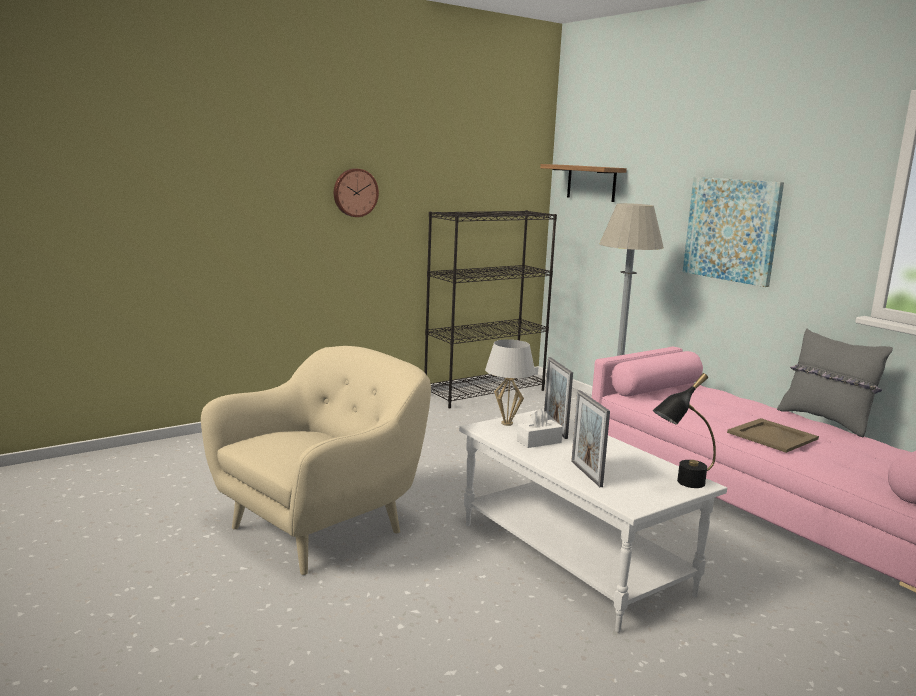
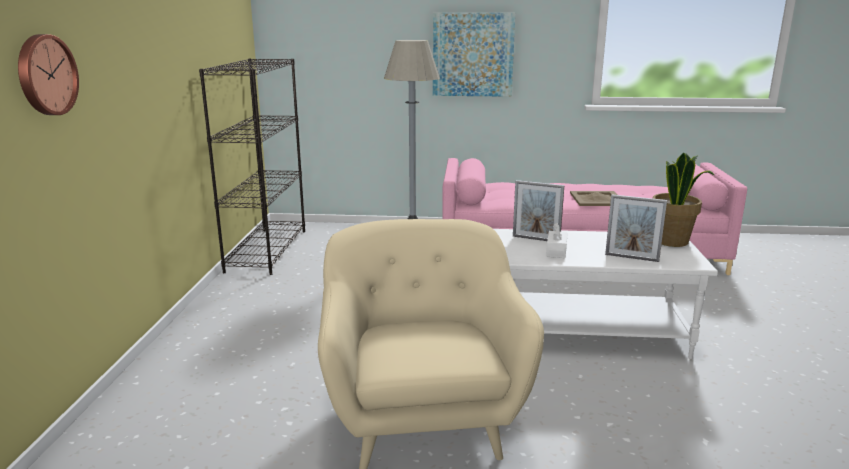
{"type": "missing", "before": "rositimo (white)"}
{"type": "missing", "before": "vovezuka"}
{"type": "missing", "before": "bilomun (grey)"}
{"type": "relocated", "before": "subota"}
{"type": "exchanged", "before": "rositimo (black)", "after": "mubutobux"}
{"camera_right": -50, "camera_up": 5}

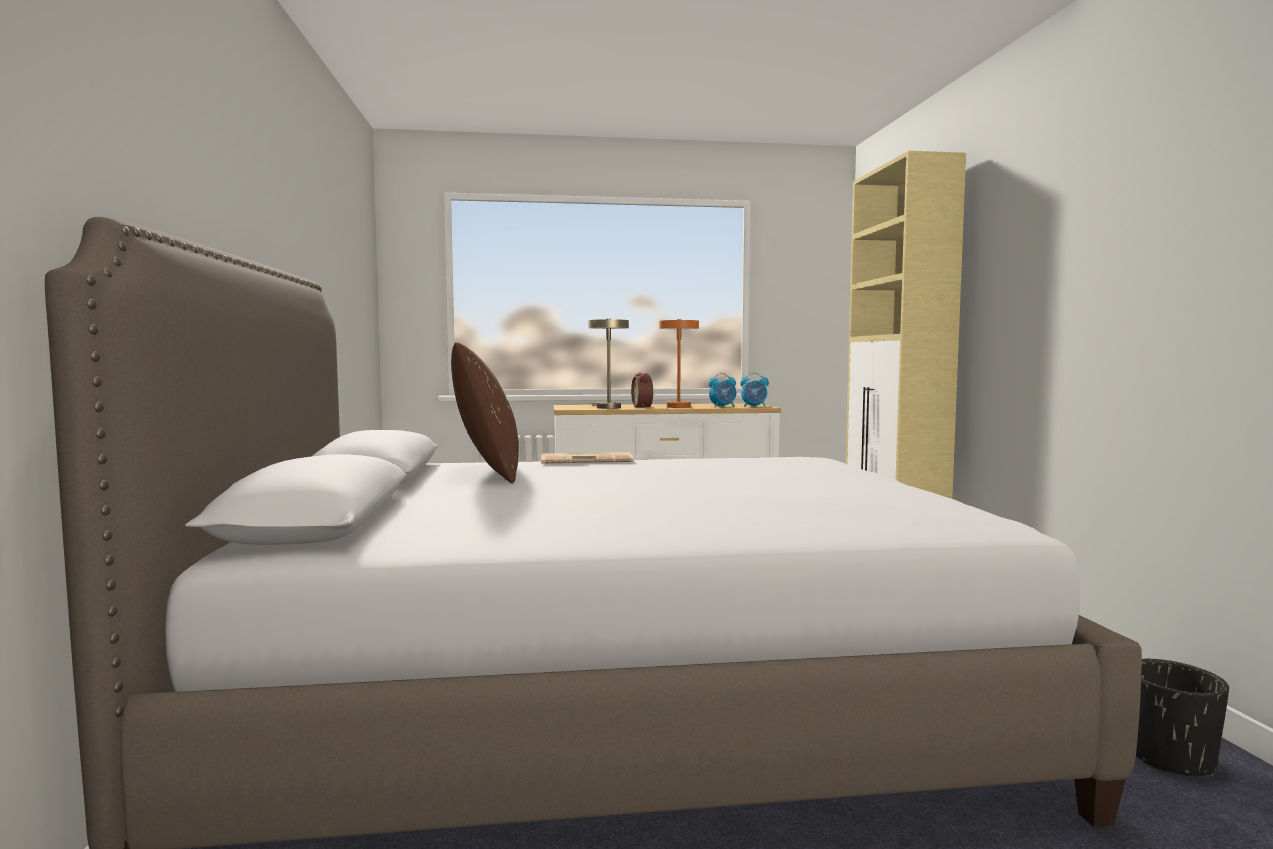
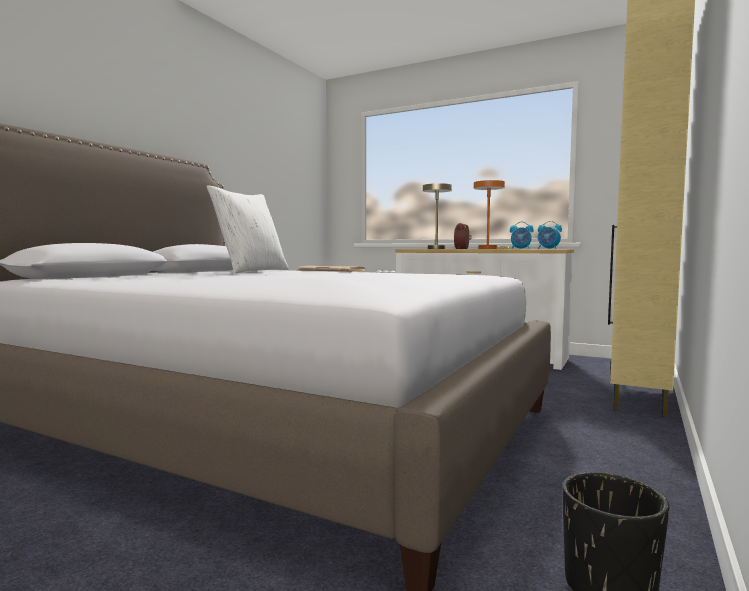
{"type": "colour", "before": "bilomun (brown)", "after": "bilomun (white)"}
{"camera_right": 35, "camera_up": 0}

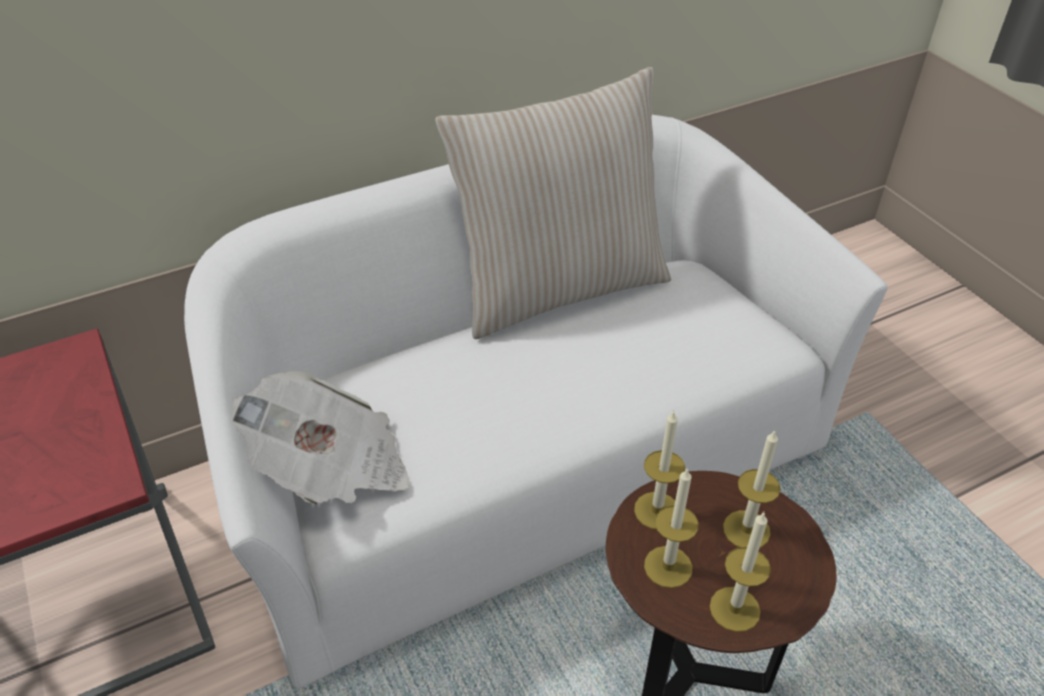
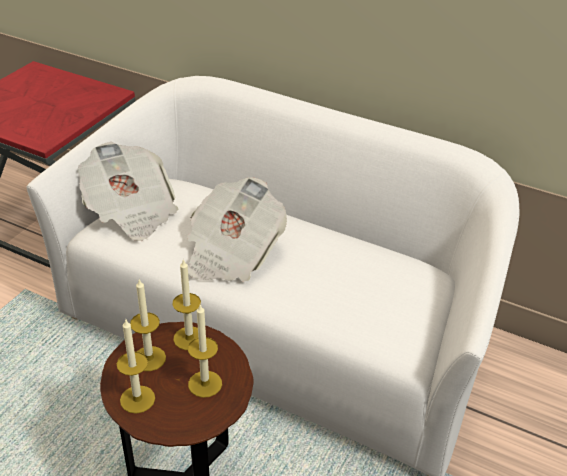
{"type": "missing", "before": "bilomun (beige)"}
{"type": "appeared", "after": "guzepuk (no. 2 from left)"}
{"camera_right": 55, "camera_up": -5}

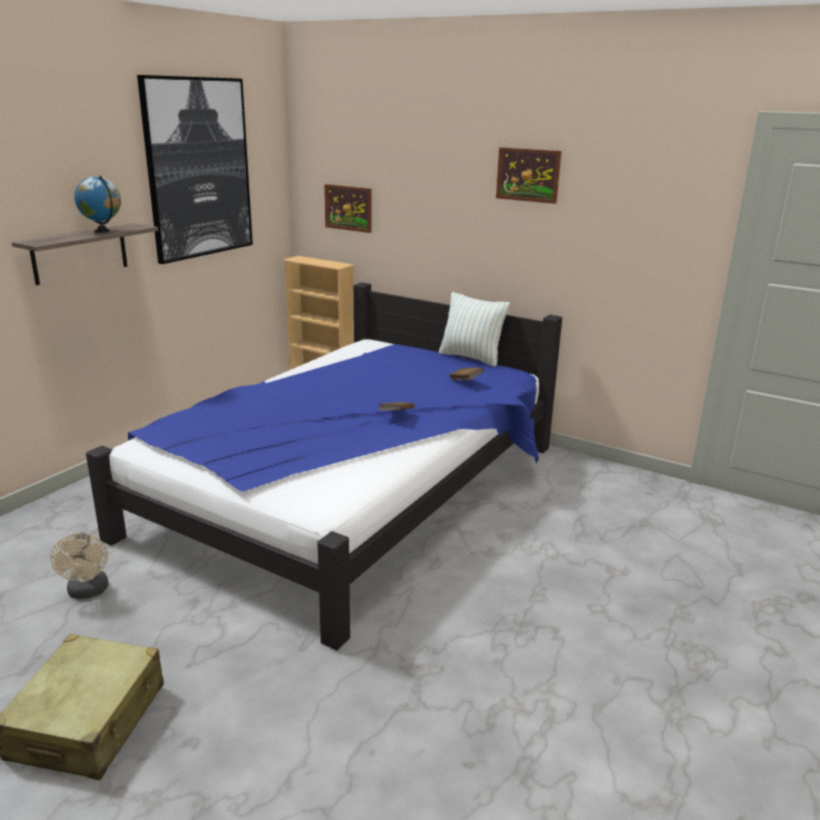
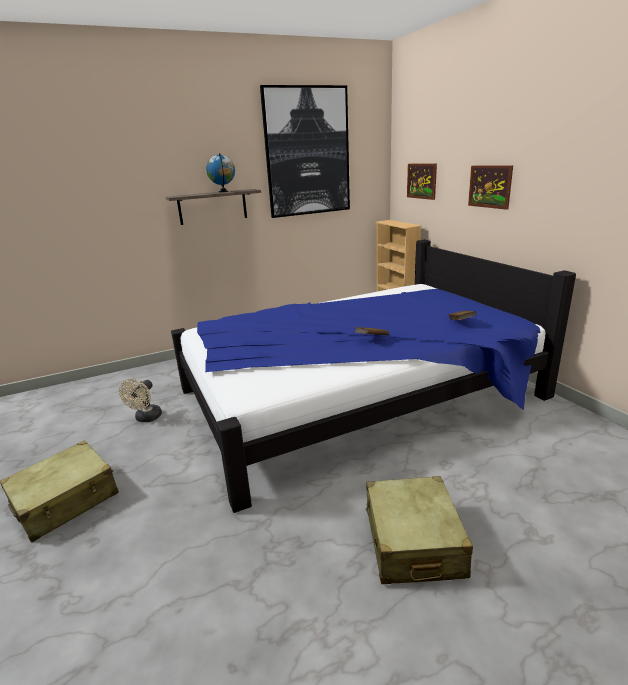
{"type": "missing", "before": "bilomun"}
{"type": "appeared", "after": "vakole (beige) (no. 2 from left)"}
{"type": "relocated", "before": "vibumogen (no. 3 from left)"}
{"camera_right": 35, "camera_up": 0}

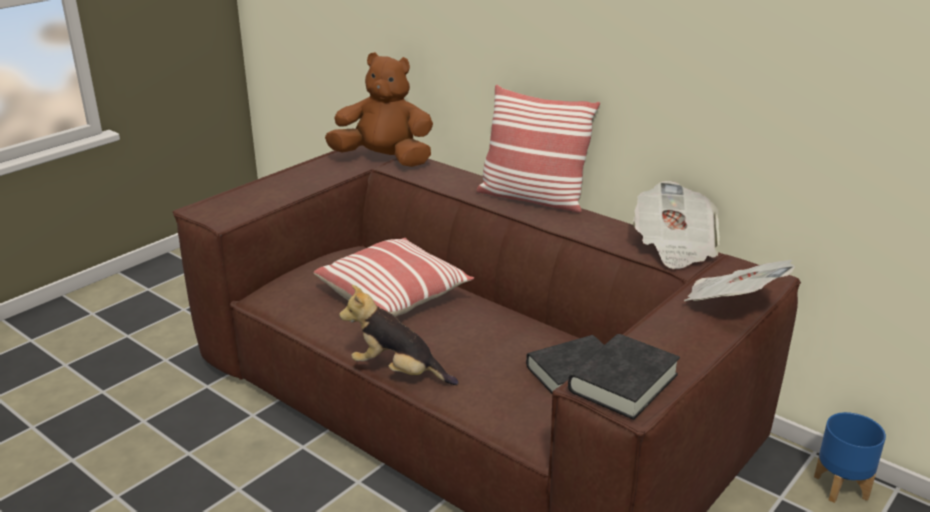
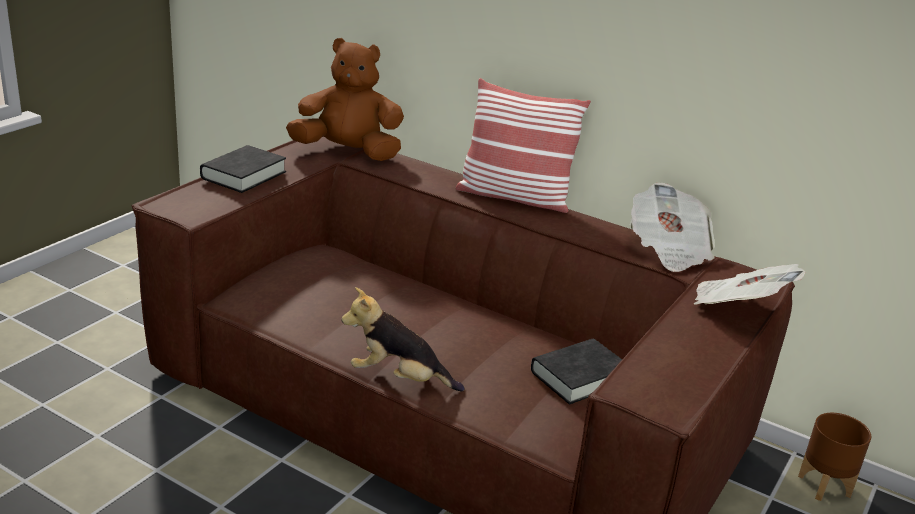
{"type": "missing", "before": "bilomun (no. 1 from left)"}
{"type": "relocated", "before": "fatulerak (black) (no. 2 from left in the first image)", "after": "fatulerak (black) (no. 1 from left)"}
{"type": "colour", "before": "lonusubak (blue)", "after": "lonusubak (brown)"}
{"camera_right": -10, "camera_up": 0}

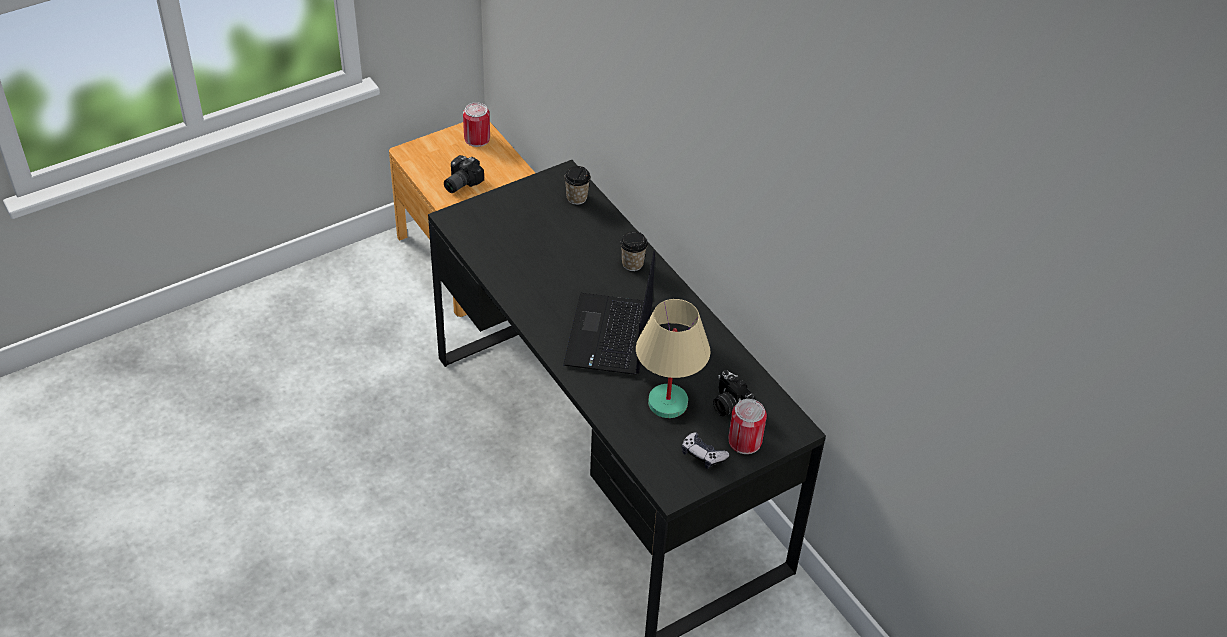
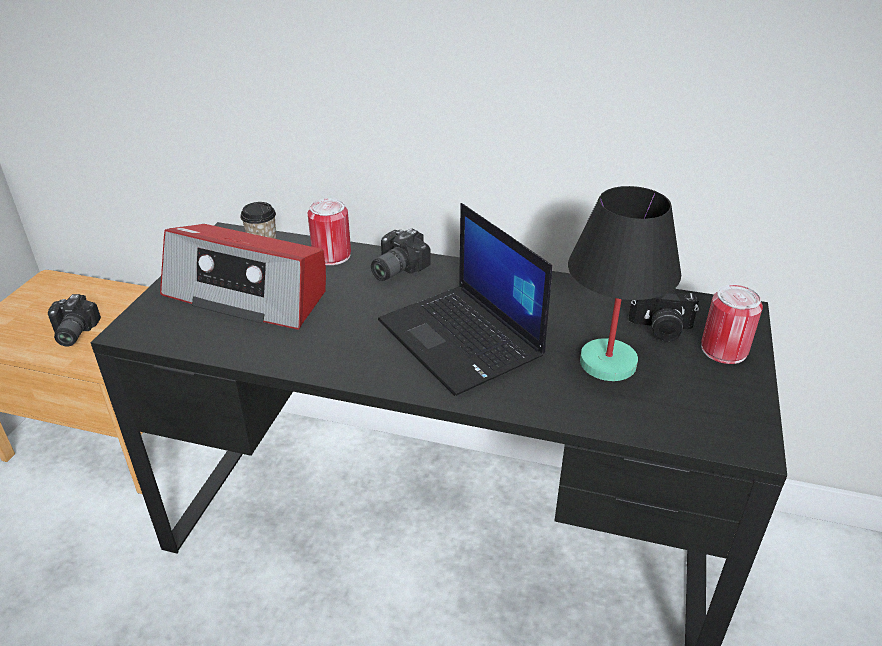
{"type": "missing", "before": "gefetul"}
{"type": "appeared", "after": "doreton"}
{"type": "relocated", "before": "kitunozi (no. 1 from left)"}
{"type": "exchanged", "before": "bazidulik (no. 2 from left)", "after": "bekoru (no. 2 from left)"}
{"type": "colour", "before": "rositimo (beige)", "after": "rositimo (black)"}
{"camera_right": -40, "camera_up": -10}

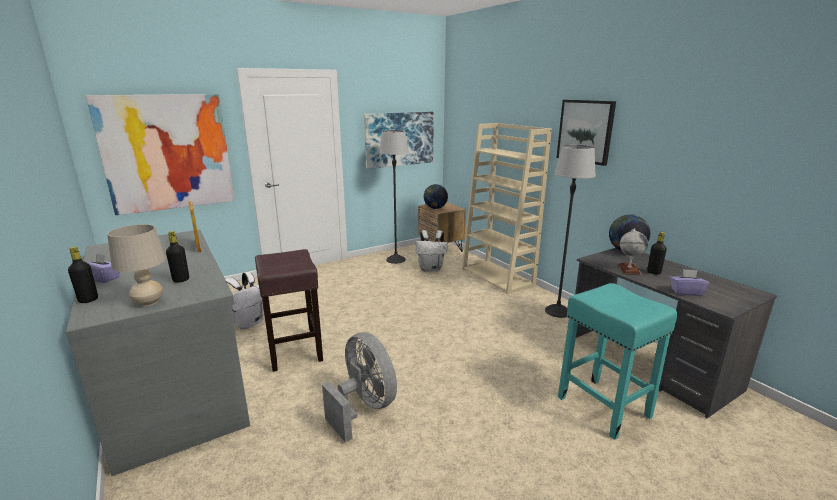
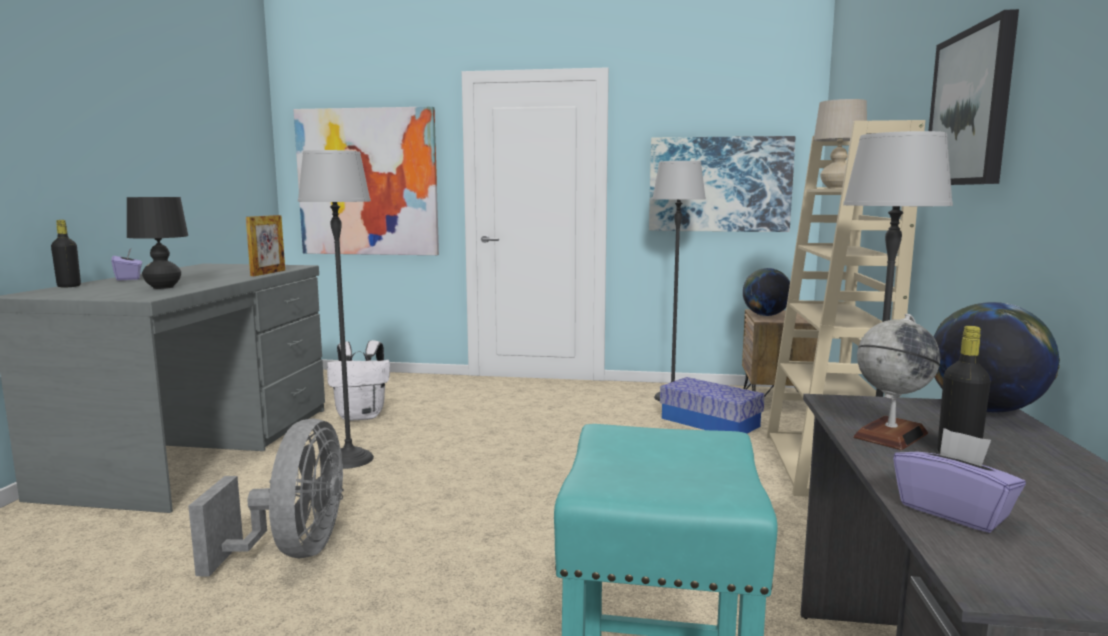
{"type": "relocated", "before": "rositimo (beige)"}
{"type": "exchanged", "before": "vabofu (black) (no. 2 from left)", "after": "rositimo (black)"}
{"type": "exchanged", "before": "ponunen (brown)", "after": "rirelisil (no. 1 from left)"}
{"type": "exchanged", "before": "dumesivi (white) (no. 2 from left)", "after": "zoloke"}
{"camera_right": 40, "camera_up": -10}

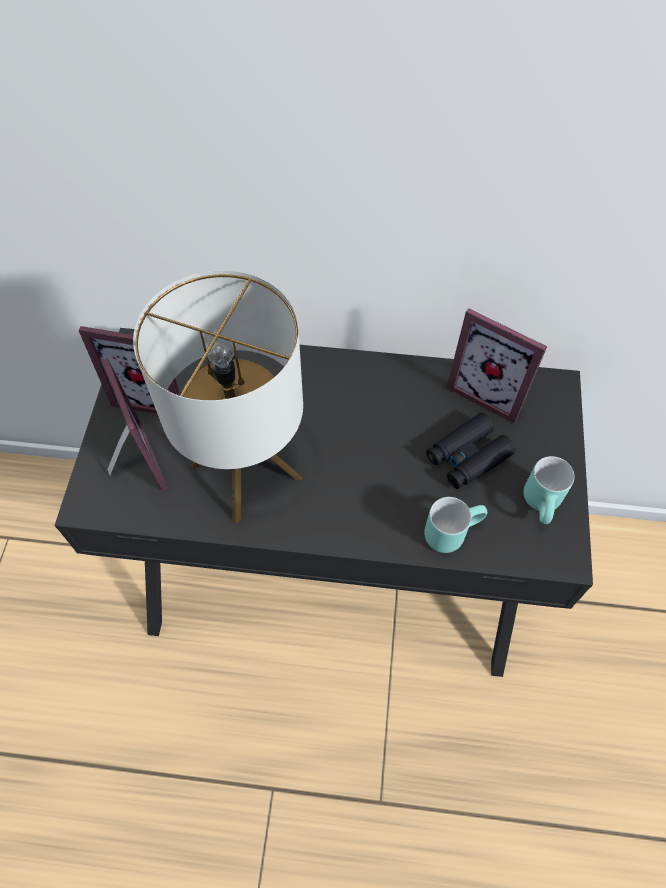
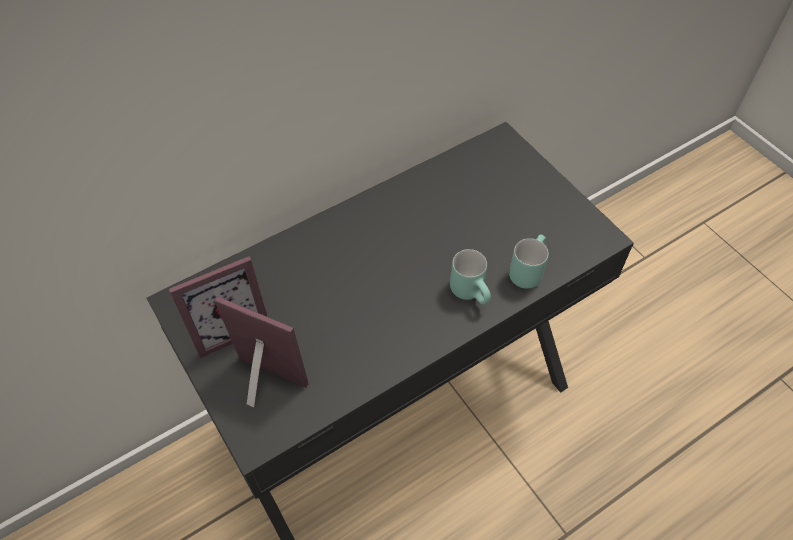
{"type": "missing", "before": "rositimo"}
{"type": "missing", "before": "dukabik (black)"}
{"type": "missing", "before": "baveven (no. 3 from left)"}
{"type": "relocated", "before": "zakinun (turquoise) (no. 2 from left in the first image)", "after": "zakinun (turquoise) (no. 1 from left)"}
{"camera_right": -40, "camera_up": -5}

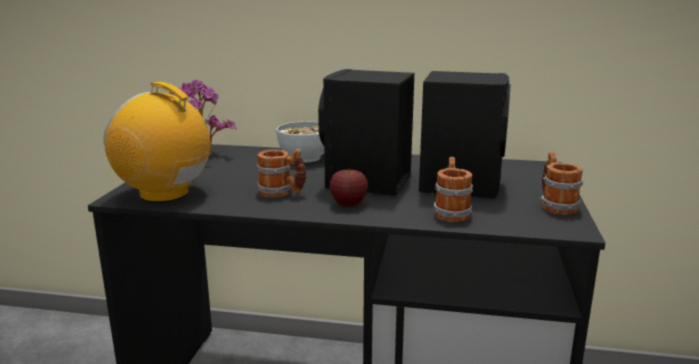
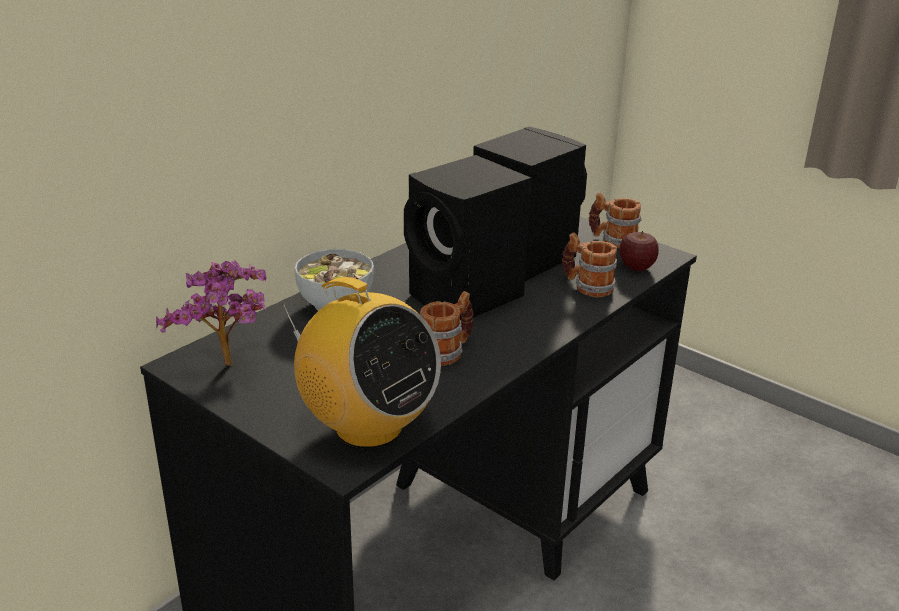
{"type": "relocated", "before": "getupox"}
{"type": "spun", "before": "doreton", "turn": -105}
{"camera_right": -60, "camera_up": 10}

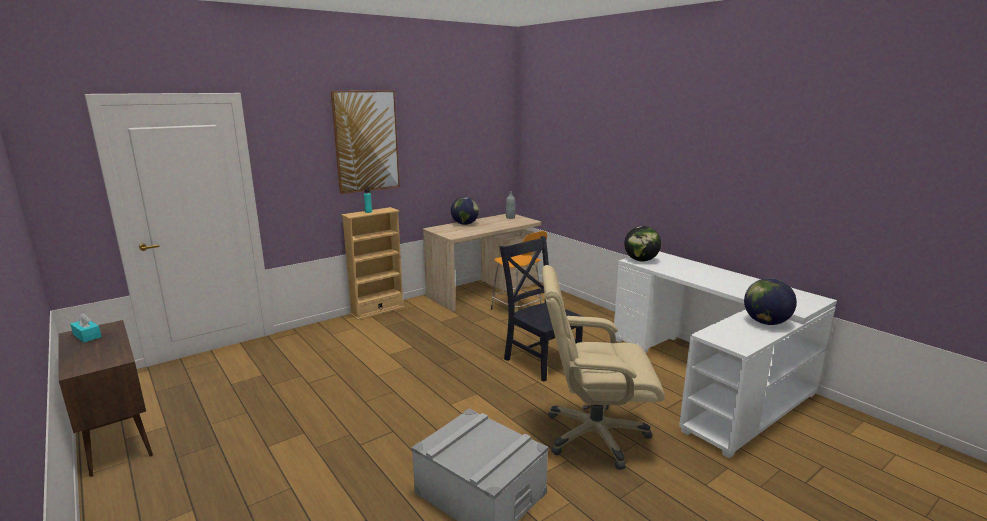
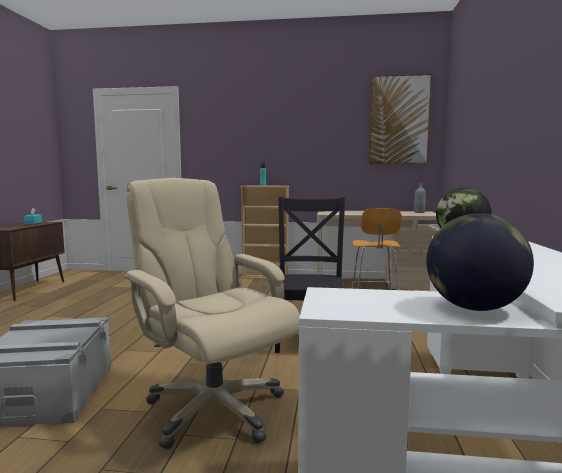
{"type": "missing", "before": "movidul (no. 1 from left)"}
{"type": "relocated", "before": "vibumogen"}
{"camera_right": 45, "camera_up": -10}

